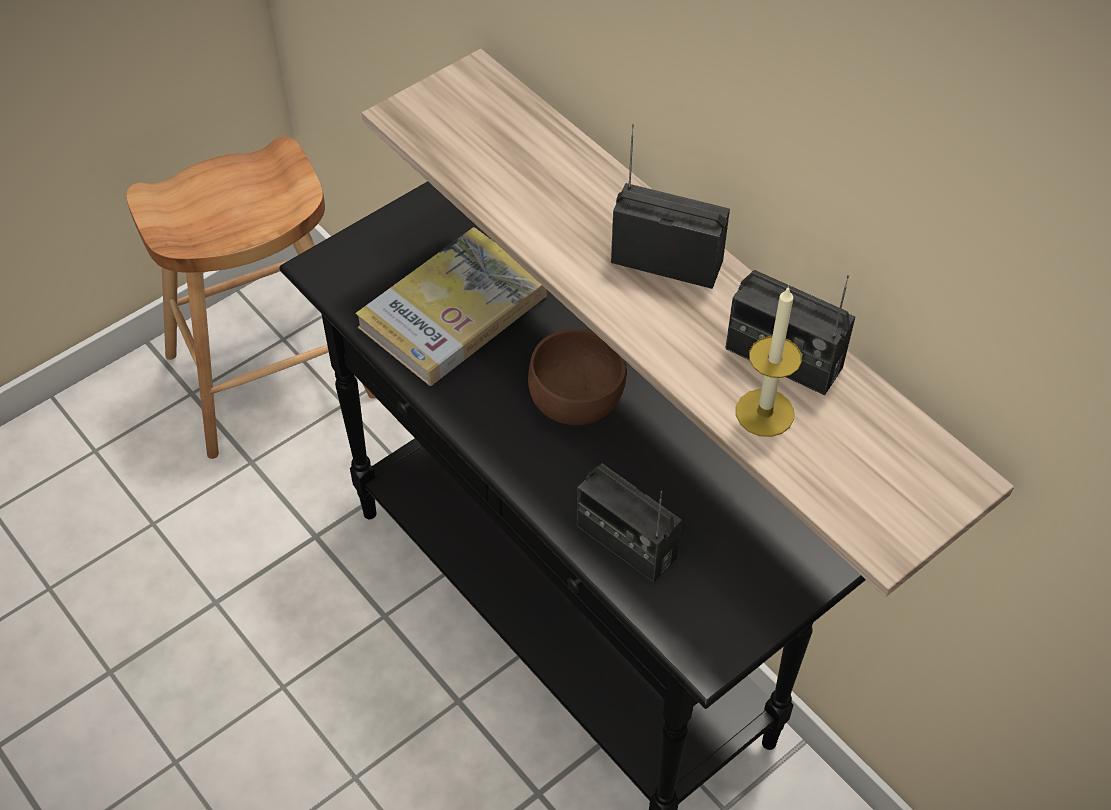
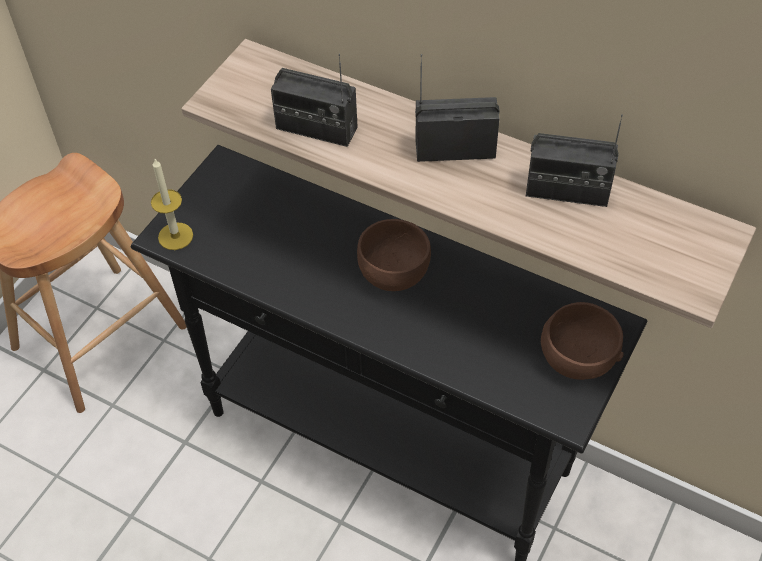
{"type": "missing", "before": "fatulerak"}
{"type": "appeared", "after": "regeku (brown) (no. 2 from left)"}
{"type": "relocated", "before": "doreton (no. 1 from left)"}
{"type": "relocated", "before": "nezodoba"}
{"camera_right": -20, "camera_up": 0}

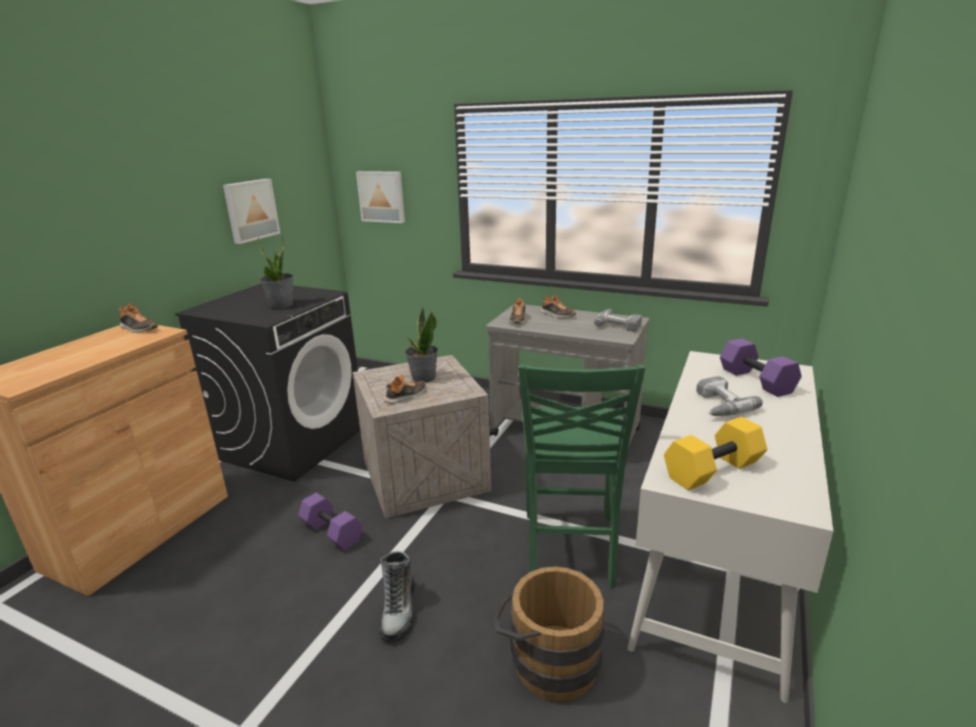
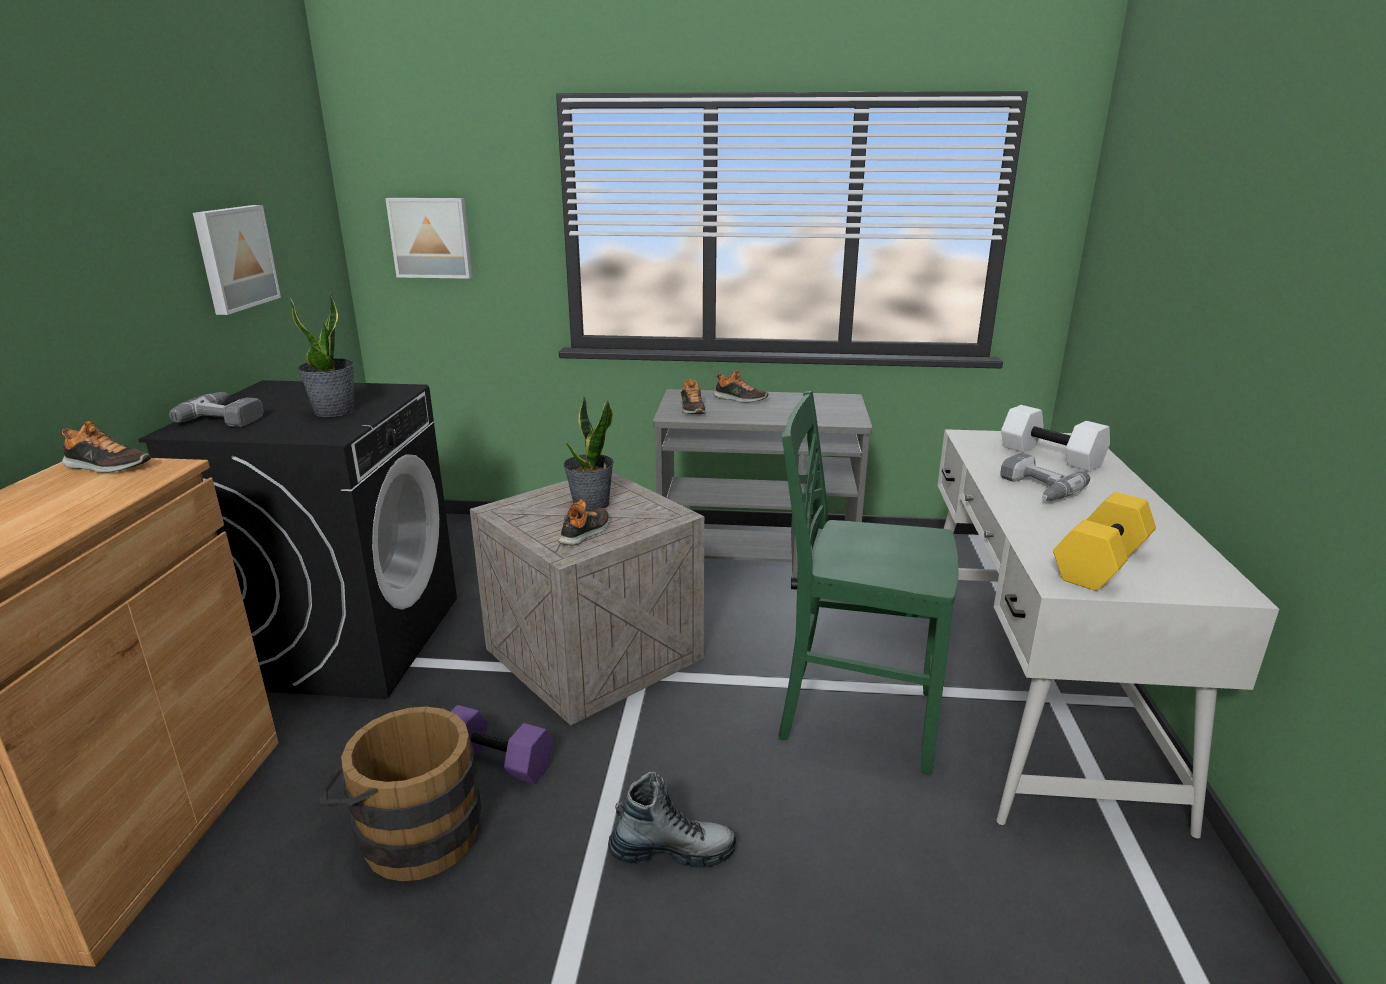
{"type": "relocated", "before": "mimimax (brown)"}
{"type": "relocated", "before": "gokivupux (no. 1 from left)"}
{"type": "colour", "before": "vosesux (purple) (no. 2 from left)", "after": "vosesux (white)"}
{"type": "spun", "before": "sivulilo", "turn": -75}
{"type": "spun", "before": "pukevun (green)", "turn": 120}
{"camera_right": -20, "camera_up": 0}

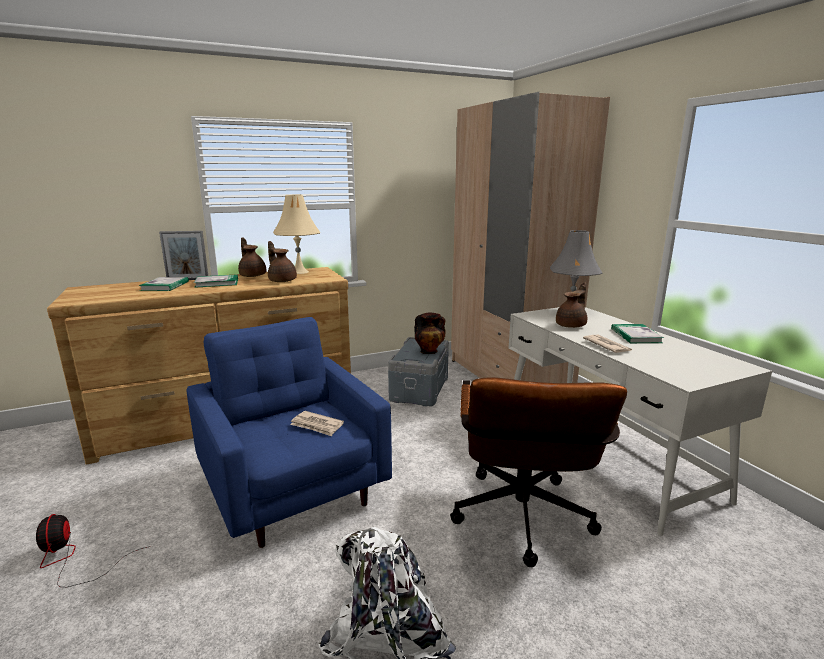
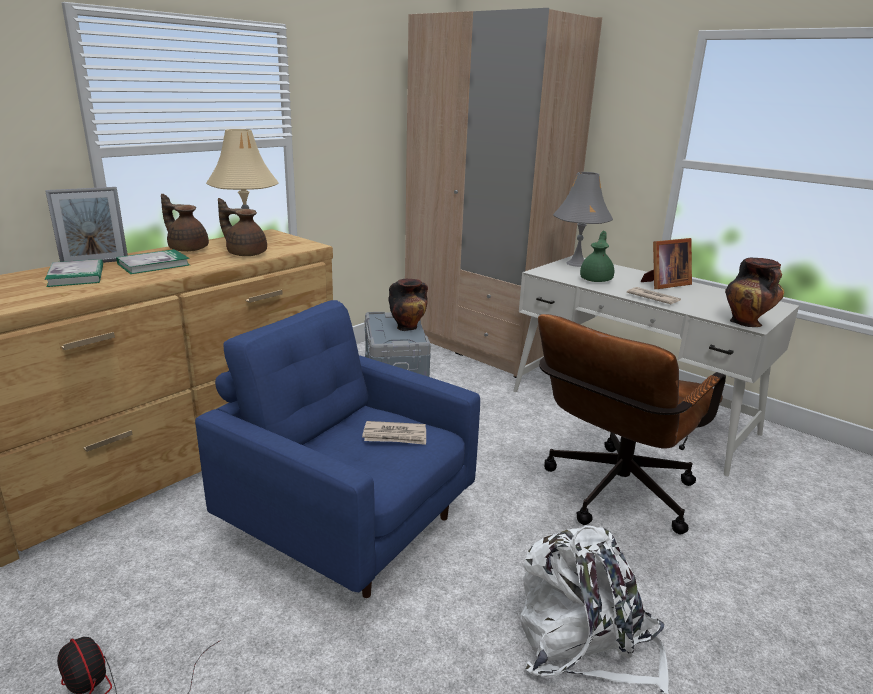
{"type": "appeared", "after": "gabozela (no. 2 from left)"}
{"type": "exchanged", "before": "fatulerak (no. 3 from left)", "after": "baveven (no. 2 from left)"}
{"type": "colour", "before": "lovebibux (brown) (no. 3 from left)", "after": "lovebibux (green)"}
{"type": "spun", "before": "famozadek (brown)", "turn": 60}
{"camera_right": -25, "camera_up": 5}

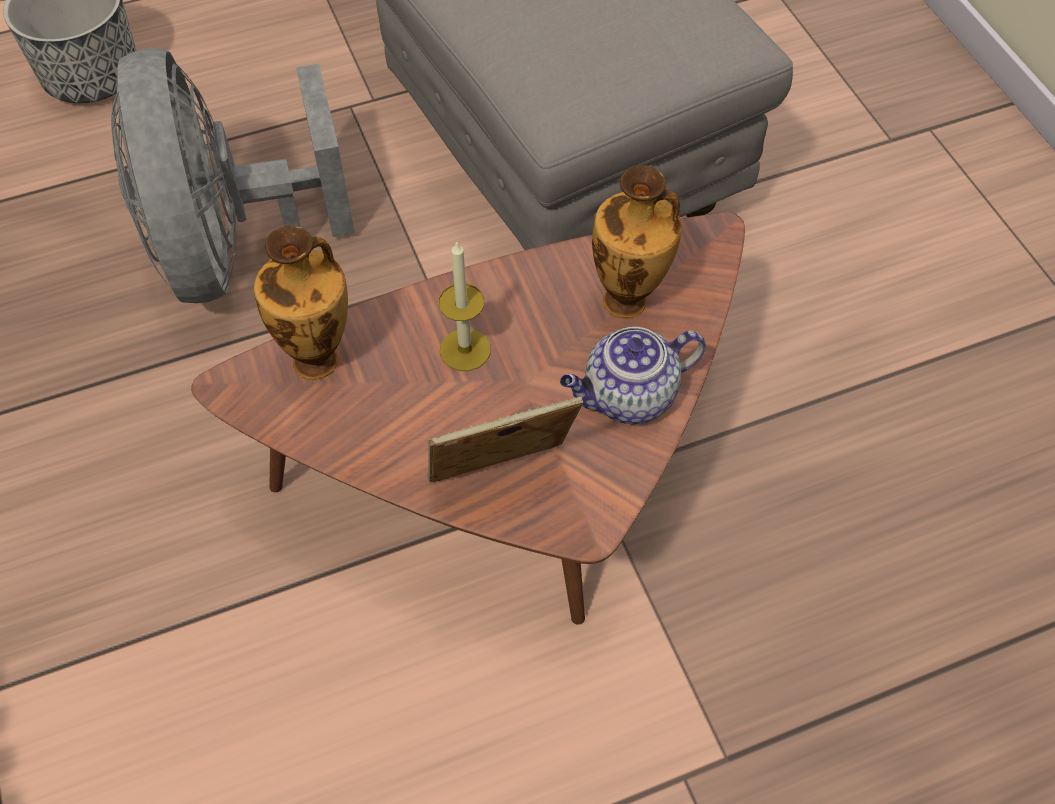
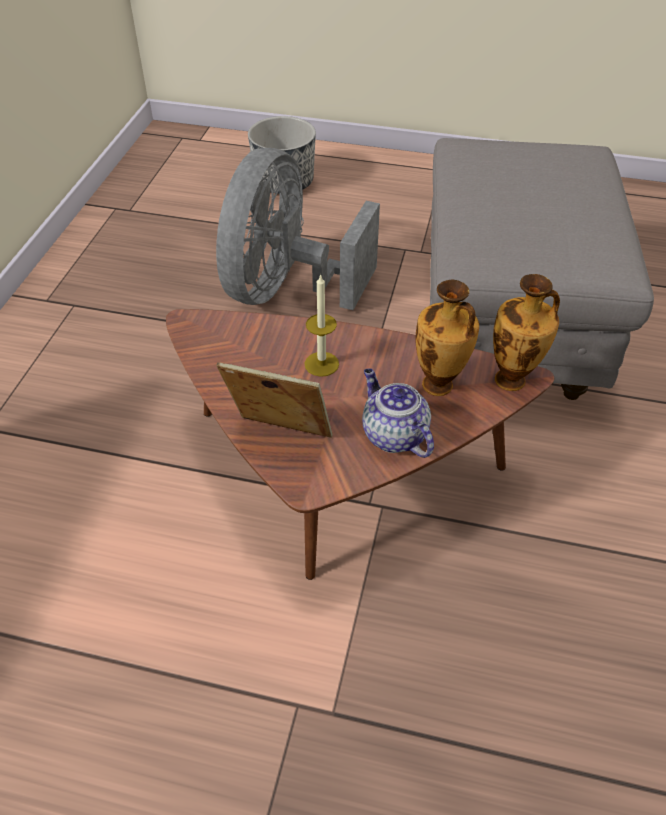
{"type": "relocated", "before": "gabozela (no. 1 from left in the first image)", "after": "gabozela (no. 2 from left)"}
{"type": "spun", "before": "lovebibux", "turn": 45}
{"camera_right": 35, "camera_up": -10}

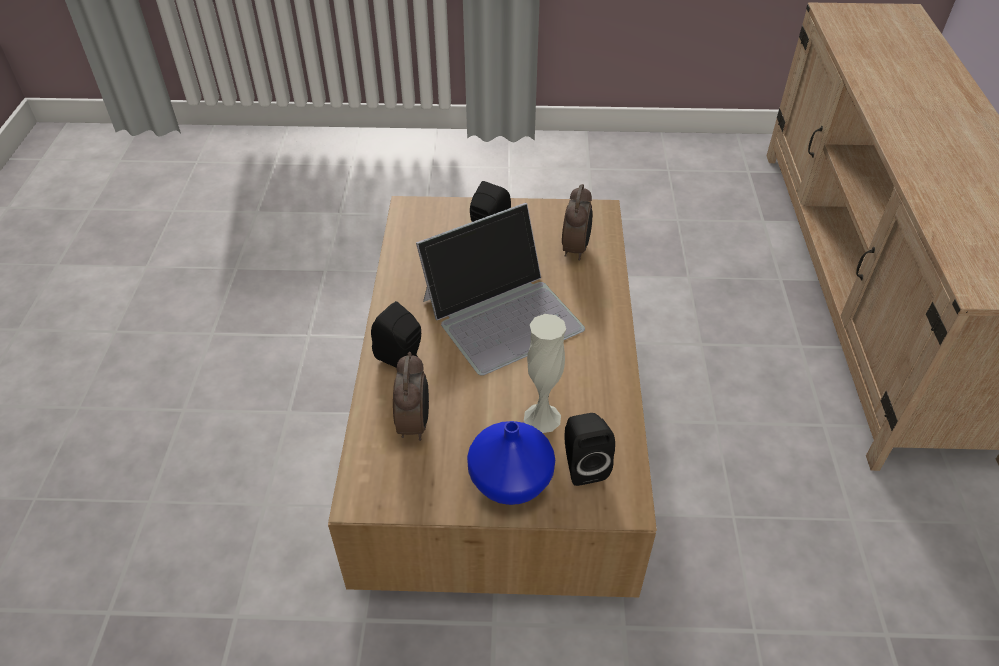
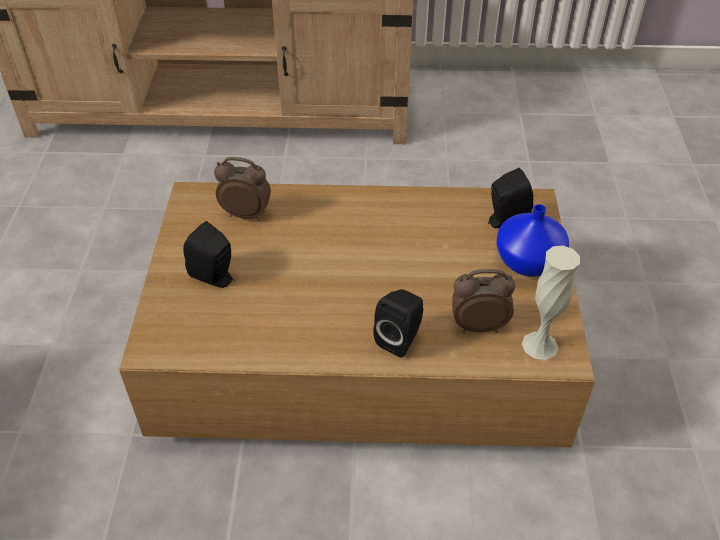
{"type": "missing", "before": "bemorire"}
{"type": "relocated", "before": "gabozela (white)"}
{"camera_right": -90, "camera_up": 0}

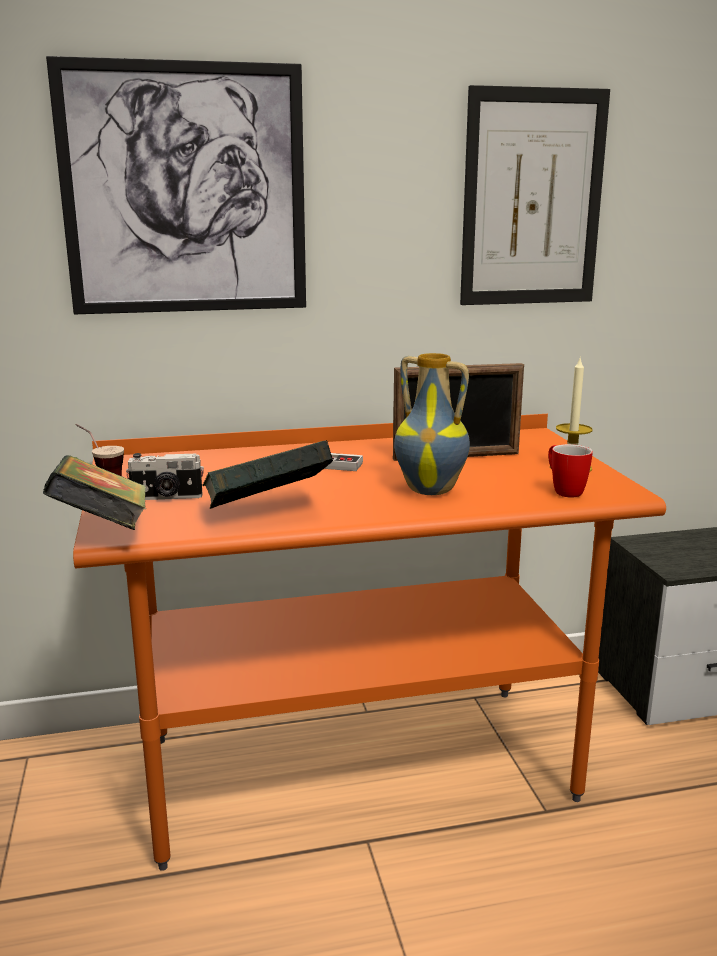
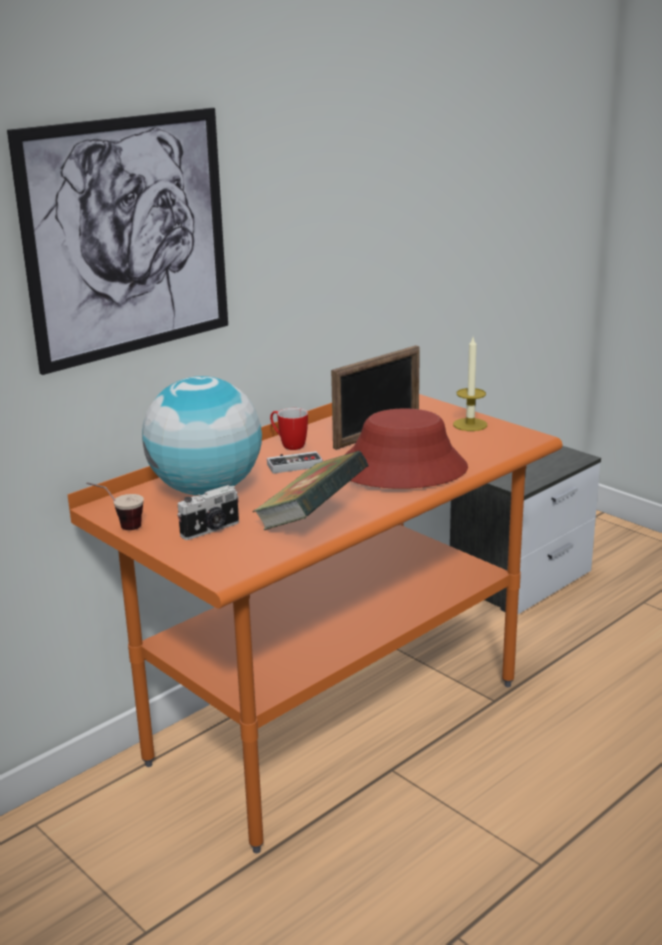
{"type": "missing", "before": "fatulerak (no. 1 from left)"}
{"type": "missing", "before": "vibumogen (no. 2 from left)"}
{"type": "appeared", "after": "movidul"}
{"type": "relocated", "before": "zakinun"}
{"type": "exchanged", "before": "gabozela", "after": "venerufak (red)"}
{"camera_right": -30, "camera_up": 5}

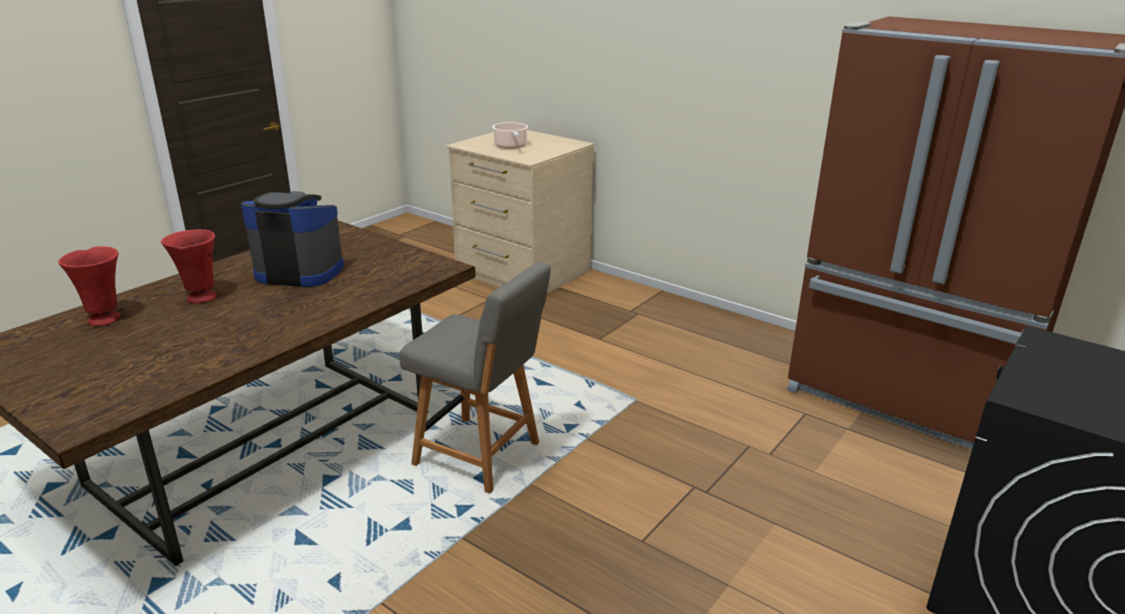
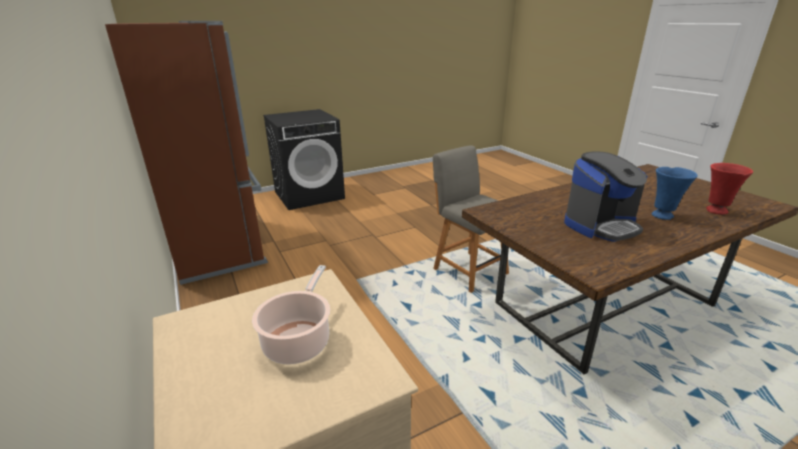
{"type": "colour", "before": "gabozela (red) (no. 2 from left)", "after": "gabozela (blue)"}
{"type": "spun", "before": "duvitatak", "turn": -60}
{"camera_right": -155, "camera_up": 0}

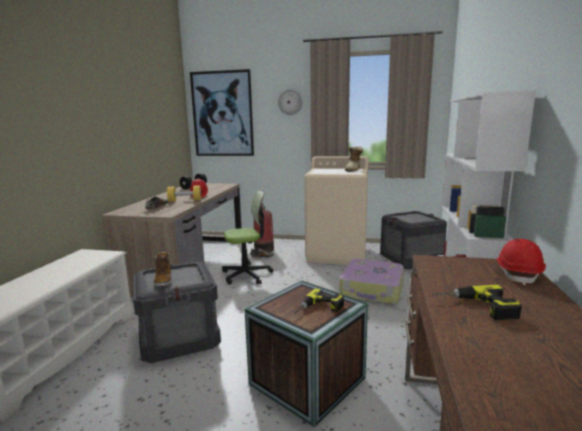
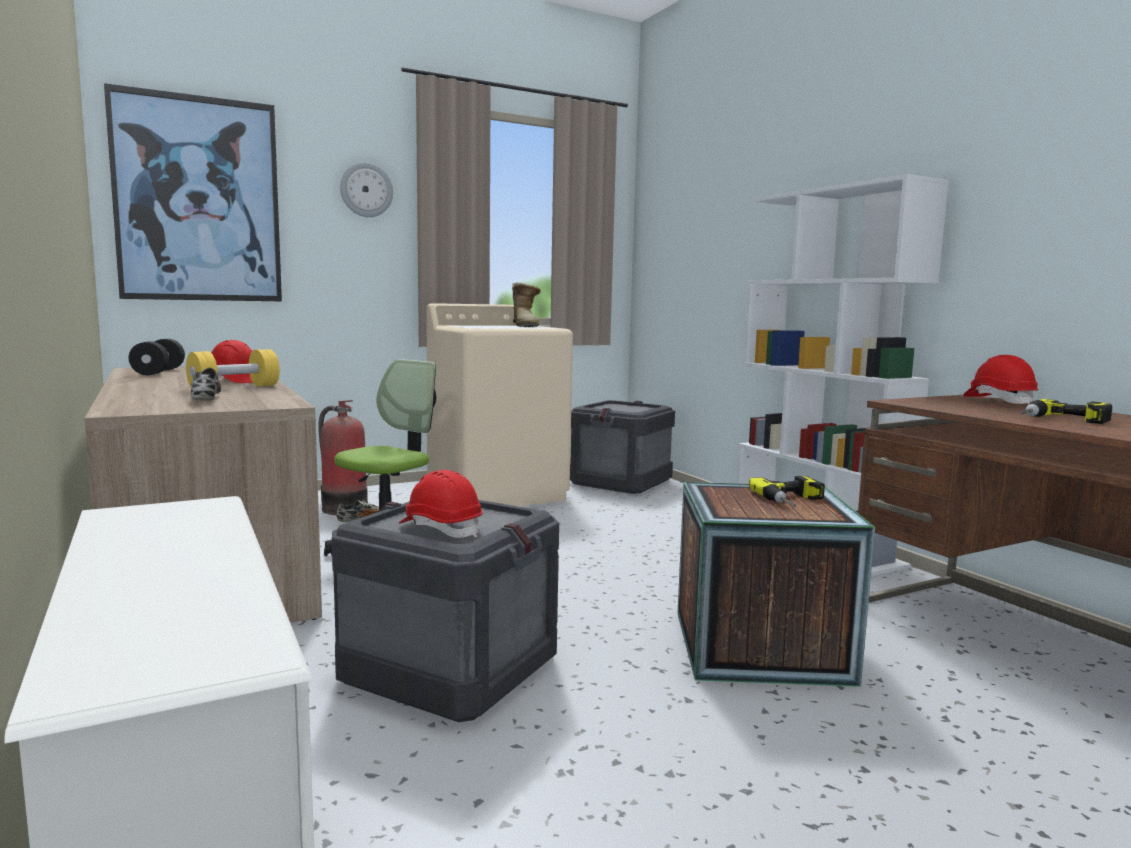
{"type": "missing", "before": "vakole"}
{"type": "exchanged", "before": "sivulilo (no. 1 from left)", "after": "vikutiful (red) (no. 2 from left)"}
{"camera_right": -40, "camera_up": -5}

